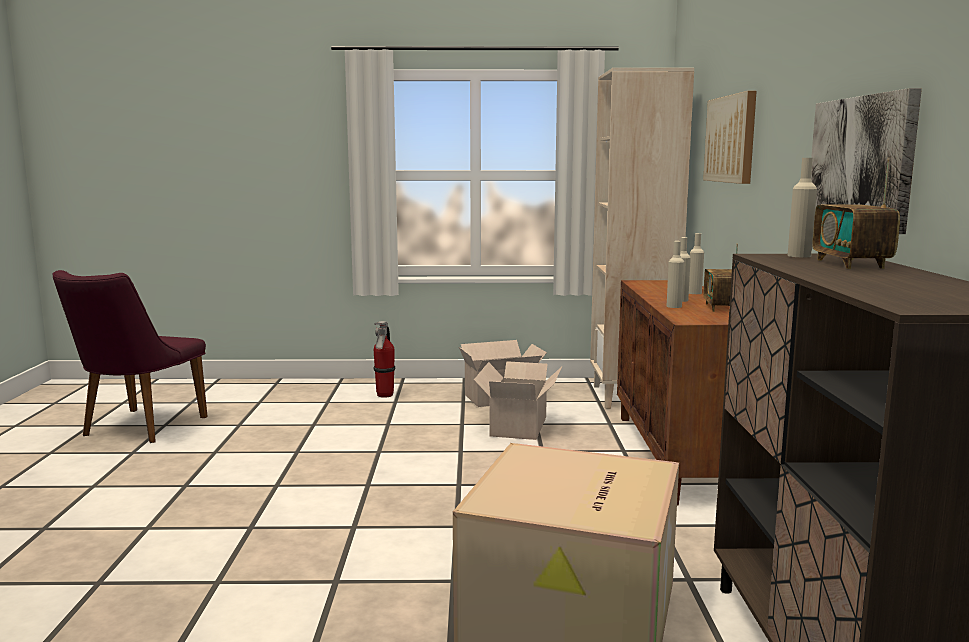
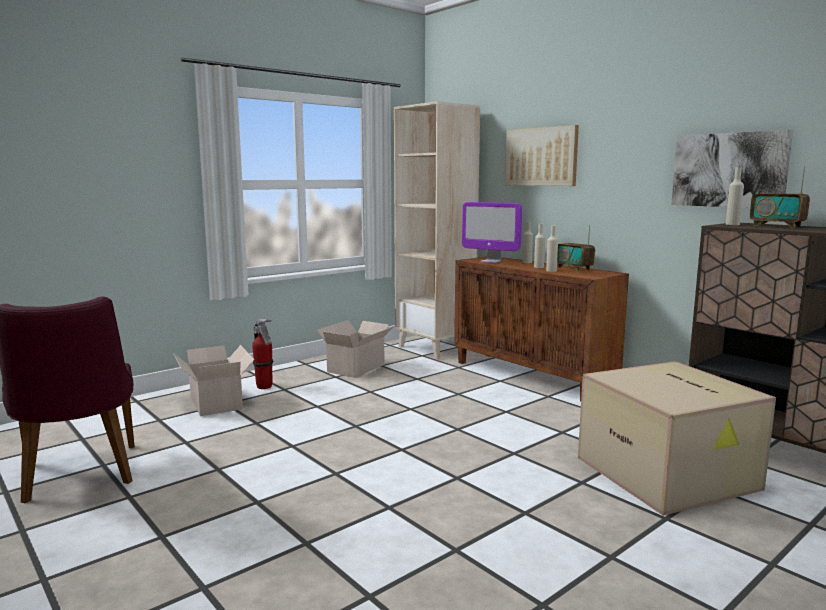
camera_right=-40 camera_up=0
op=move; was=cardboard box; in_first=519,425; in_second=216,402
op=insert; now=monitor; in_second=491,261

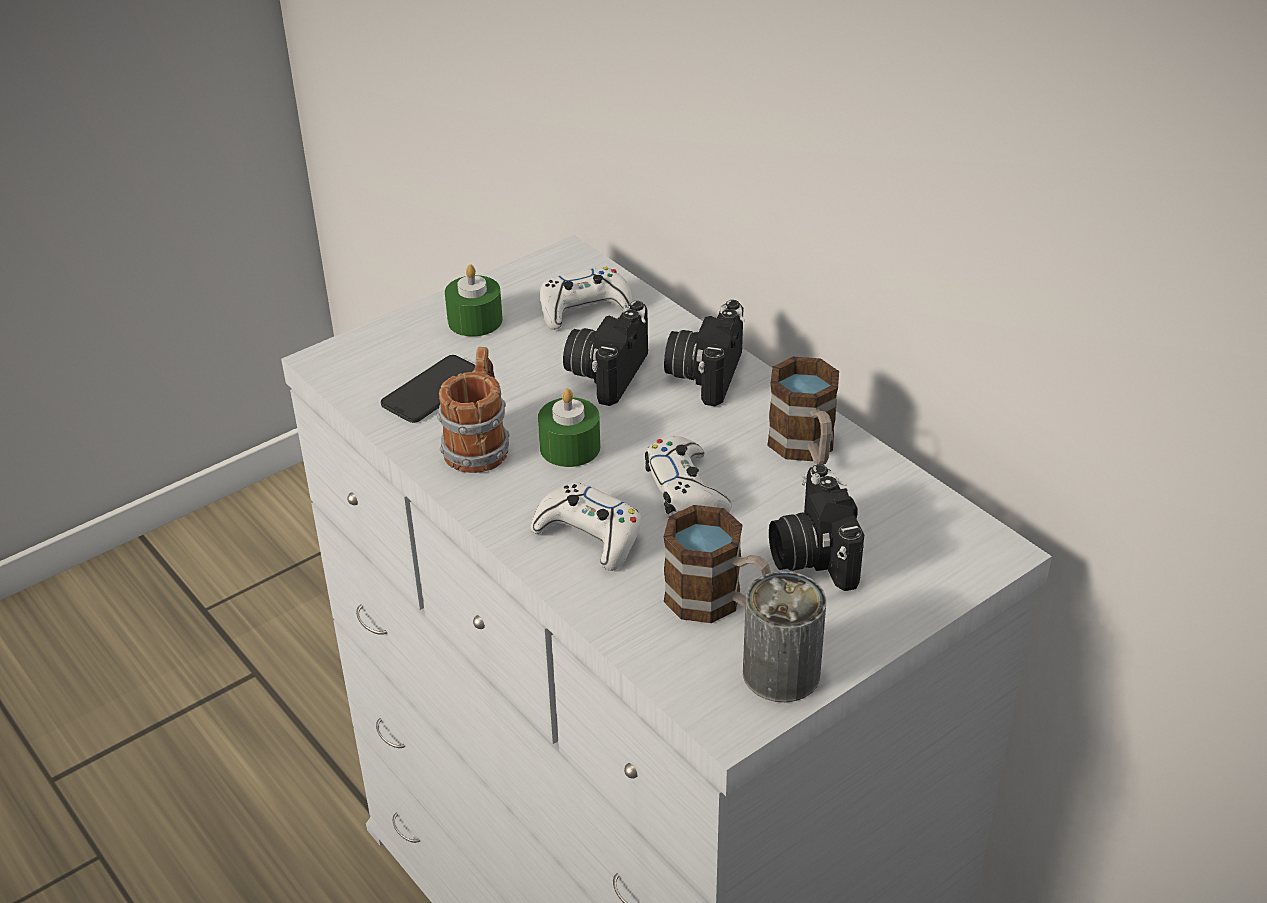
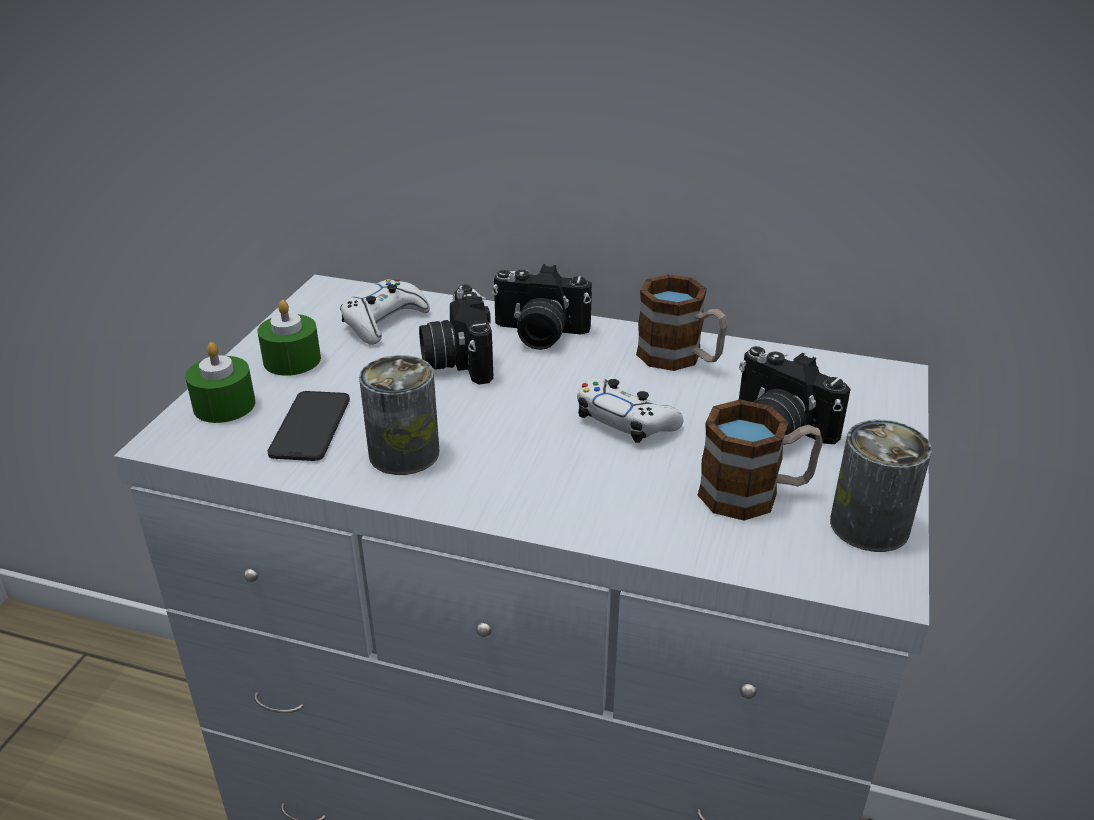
camera_right=-35 camera_up=-5
op=rotate; was=photo camera; in_first=704,373; in_second=539,334; clockwise=-60
op=replace; was=mug; now=can; in_first=479,443; in_second=404,453
op=move; was=green candle; in_first=570,447; in_second=224,405
op=delete; was=white game controller; in_first=589,536

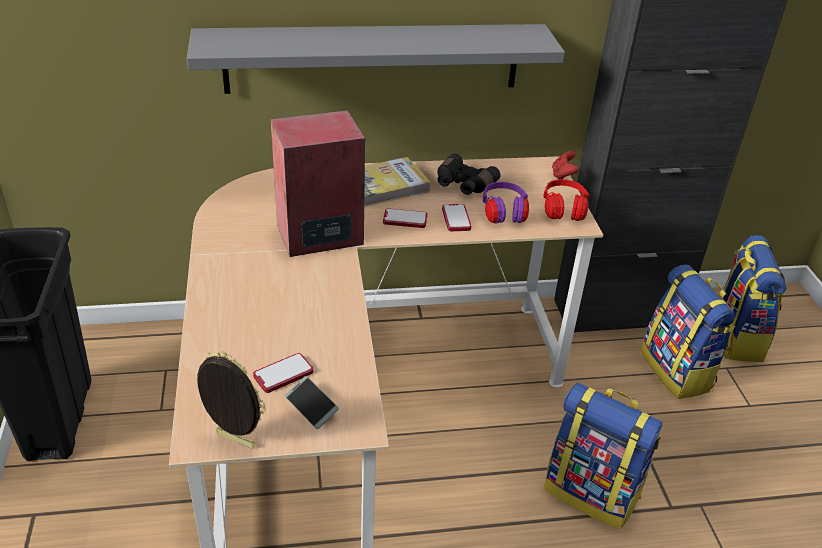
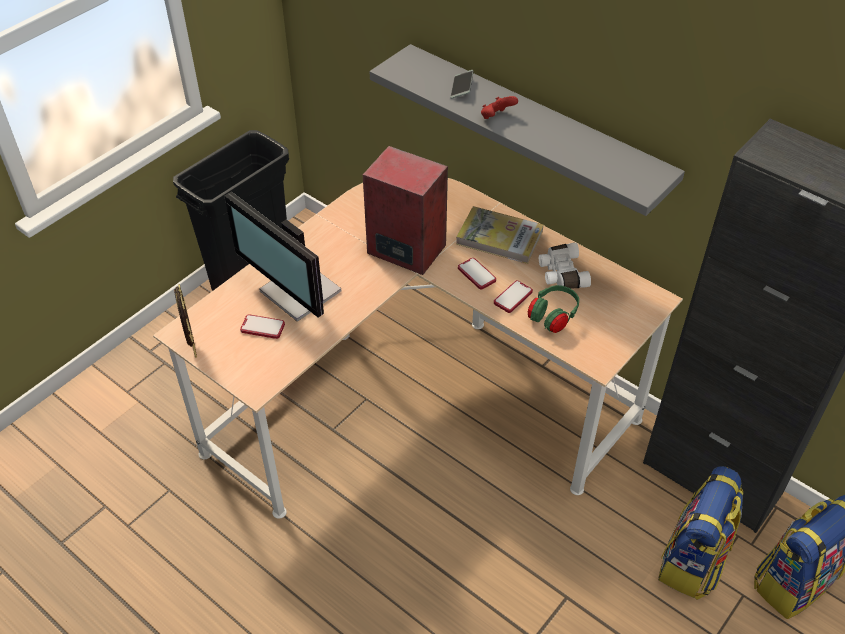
camera_right=50 camera_up=10
op=move; was=red game controller; in_first=563,175; in_second=496,117
op=recolor; was=black binoculars; now=white binoculars; in_first=463,184; in_second=561,273
op=delete; was=red headphones; in_first=563,212
op=recolor; was=purple headphones; now=green headphones; in_first=503,215; in_second=552,317
op=move; was=phone; in_first=311,406; in_second=461,88
op=delete; was=backpack; in_first=592,492
op=insert; now=monitor; in_second=298,293

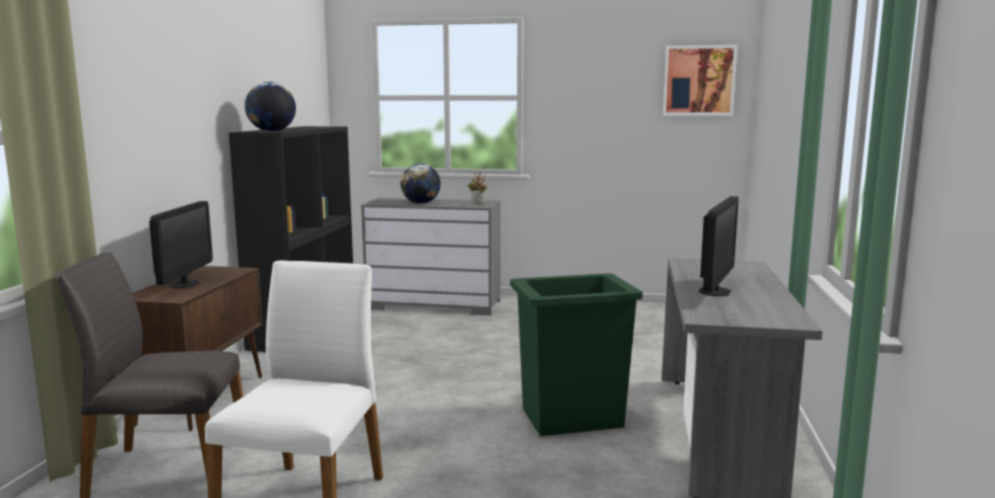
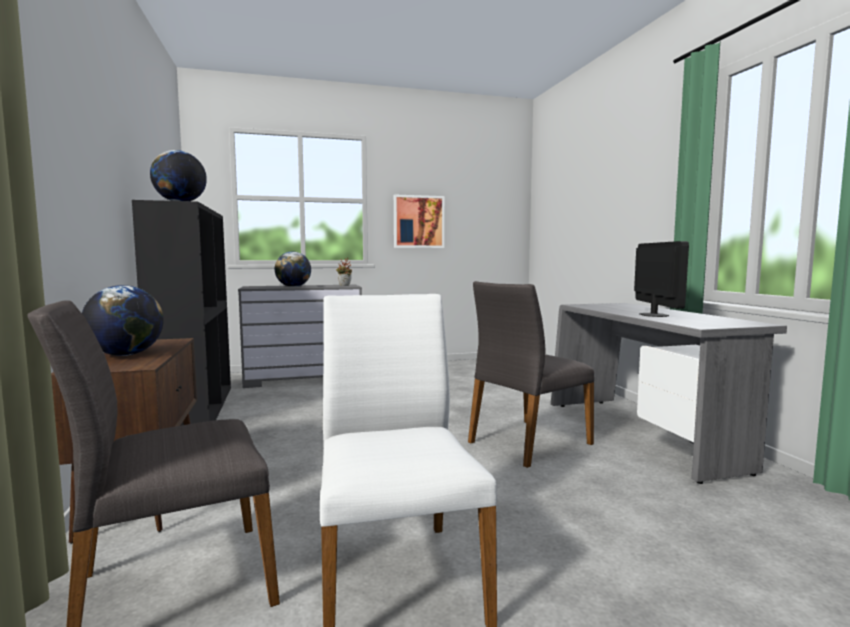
camera_right=-25 camera_up=-5
op=move; was=picture; in_first=699,80; in_second=418,222
op=replace; was=monitor; now=globe; in_first=184,284; in_second=125,355
op=replace; was=green trash can; now=grey chair; in_first=570,418; in_second=527,442

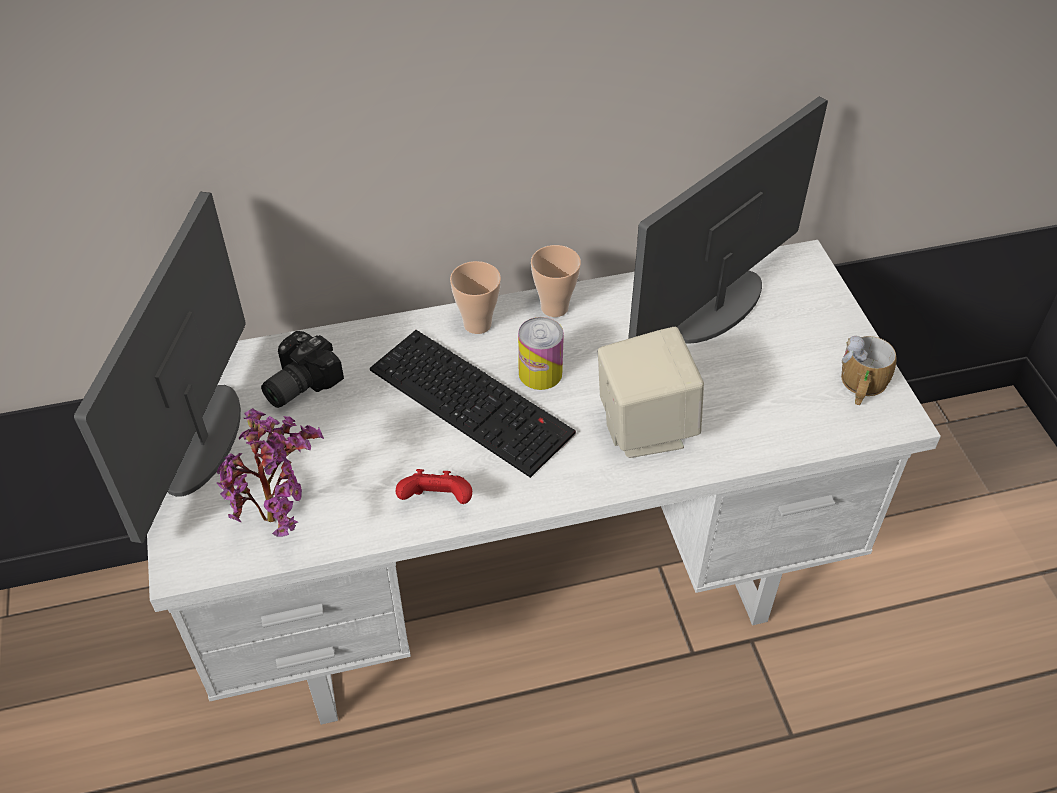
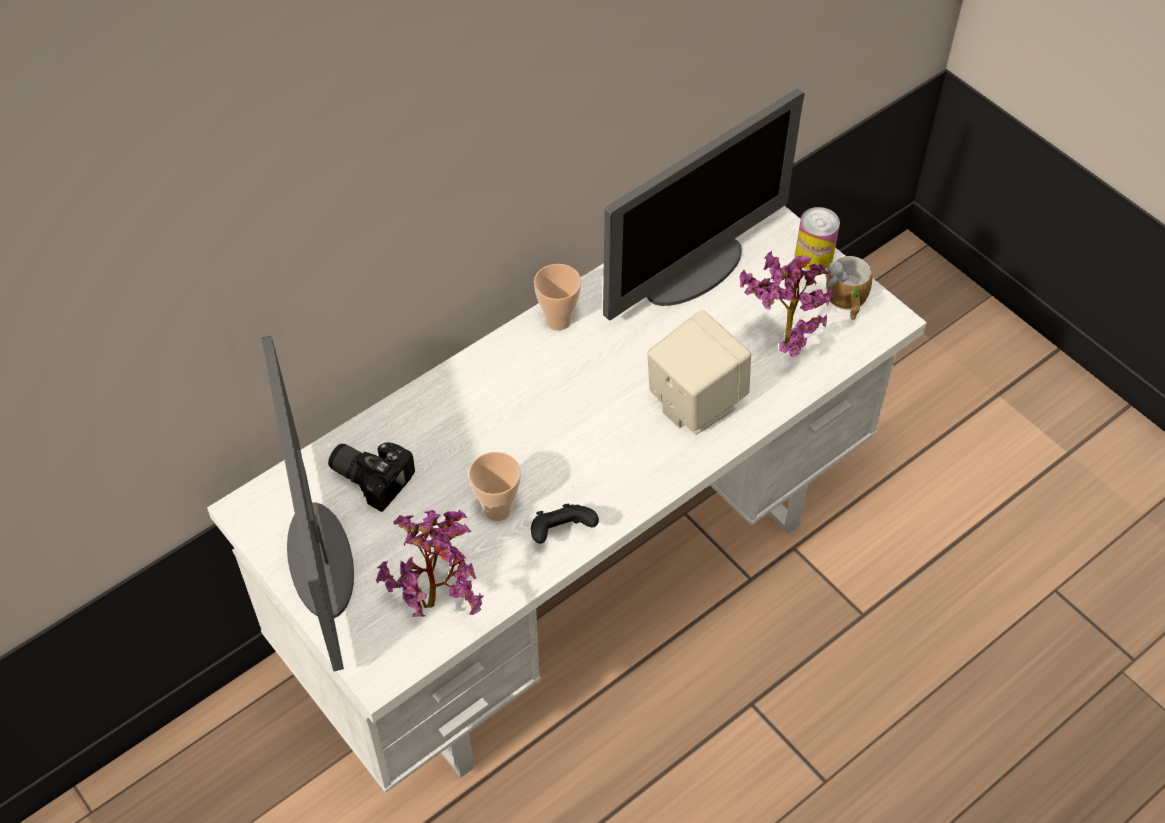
camera_right=-25 camera_up=5
op=rotate; was=monitor; in_first=715,308; in_second=695,271; clockwise=-150
op=move; was=cup; in_first=477,324; in_second=497,509
op=move; was=can; in_first=540,373; in_second=813,256
op=delete; was=keyboard; in_first=474,401
op=rotate; was=photo camera; in_first=297,383; in_second=372,476; clockwise=105
op=recolor; was=red game controller; now=black game controller; in_first=437,501; in_second=561,533
op=insert; now=potted plant; in_second=781,340

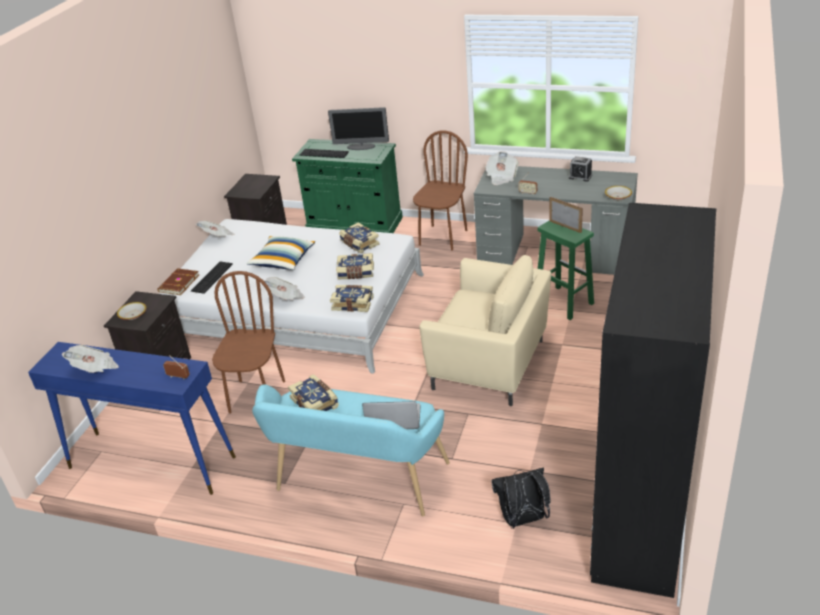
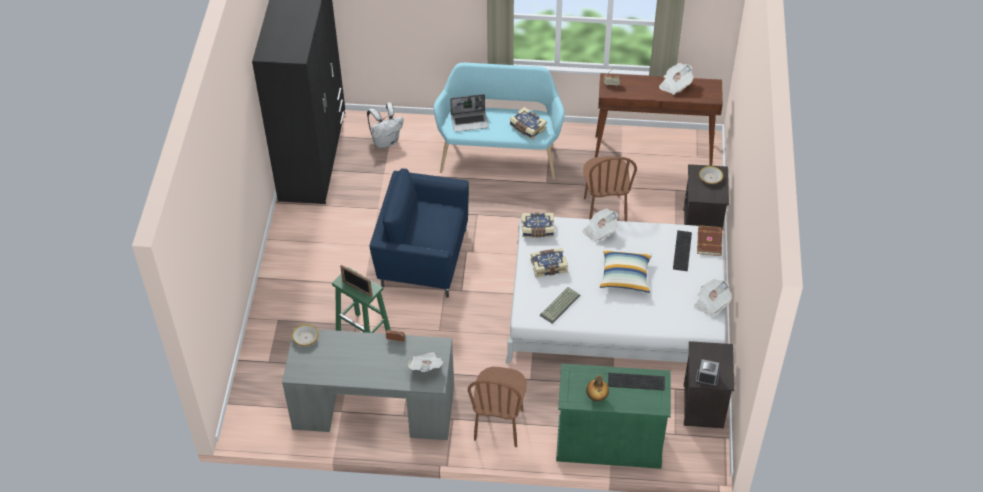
camera_right=165 camera_up=15
op=replace; was=monitor; now=bottle; in_first=361,147; in_second=596,397
op=move; was=alarm clock; in_first=580,177; in_second=707,378
op=replace; was=book; now=keyboard; in_first=359,244; in_second=560,306
op=recolor; was=beige armchair; now=blue armchair; in_first=490,365; in_second=422,257
op=recolor; was=blue console table; now=brown console table; in_first=150,462; in_second=653,152
op=recolor; was=black backpack; now=white backpack; in_first=522,520; in_second=386,141

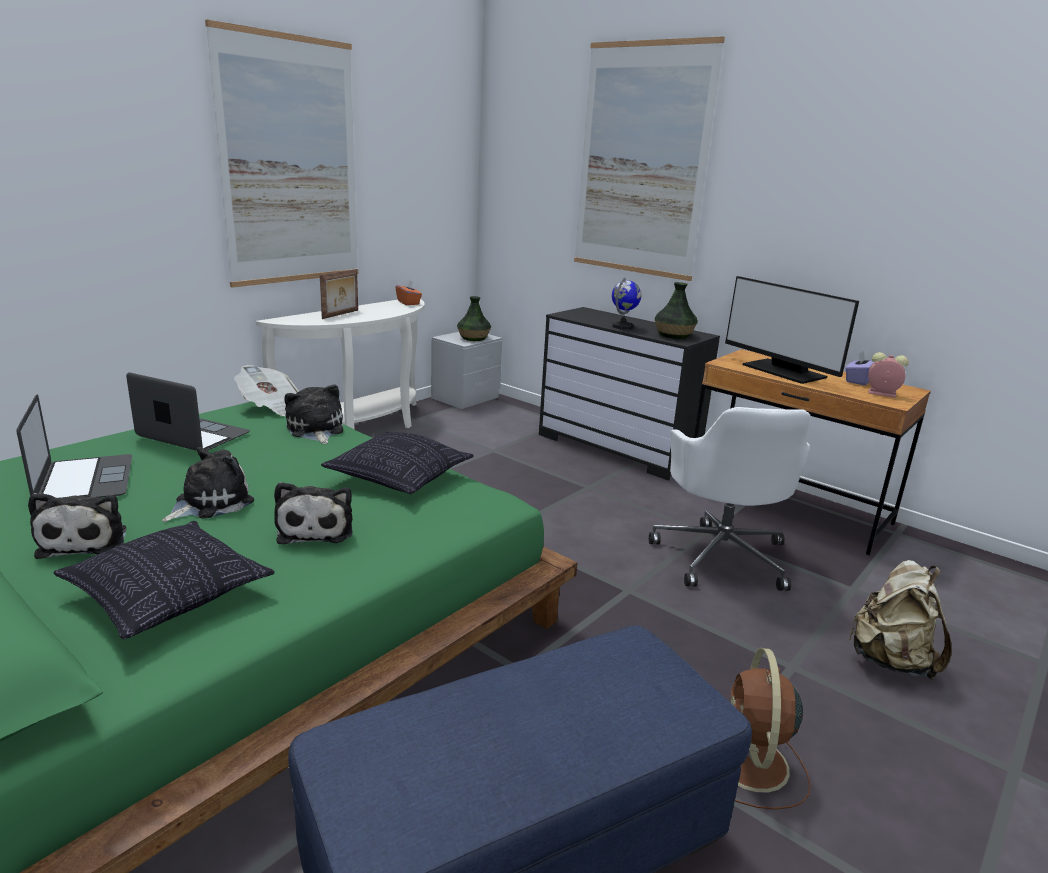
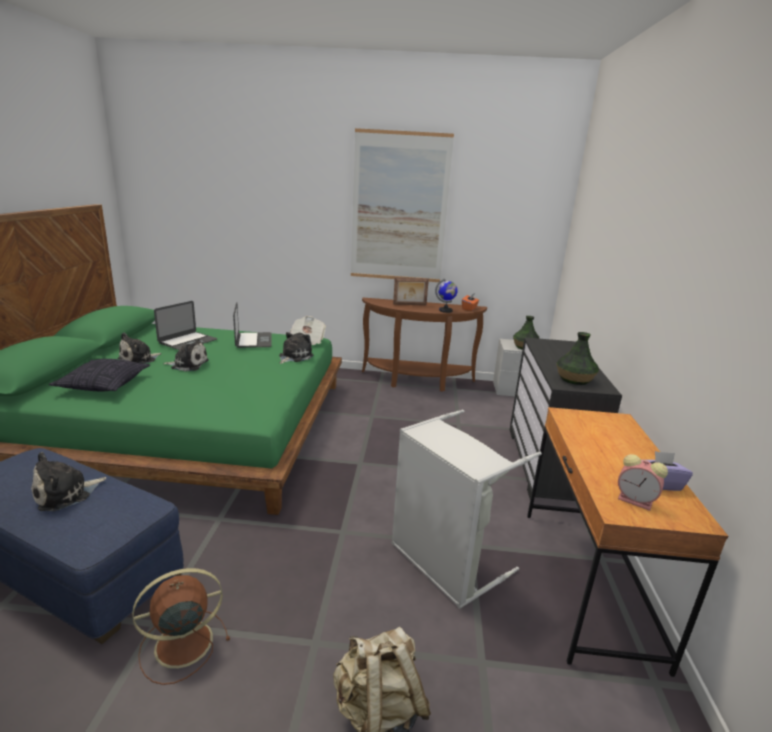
camera_right=55 camera_up=0
op=delete; was=picture; in_first=642,161
op=delete; was=monitor; in_first=783,371
op=move; was=globe; in_first=623,327; in_second=445,310
op=recolor; was=white console table; now=brown console table; in_first=362,429; in_second=417,382
op=rotate; was=alarm clock; in_first=880,393; in_second=636,501; clockwise=135
op=replace; was=white office chair; now=grey laundry basket; in_first=721,555; in_second=443,563
op=delete; was=pillow; in_first=398,478
op=move; was=plush toy; in_first=316,529; in_second=66,494

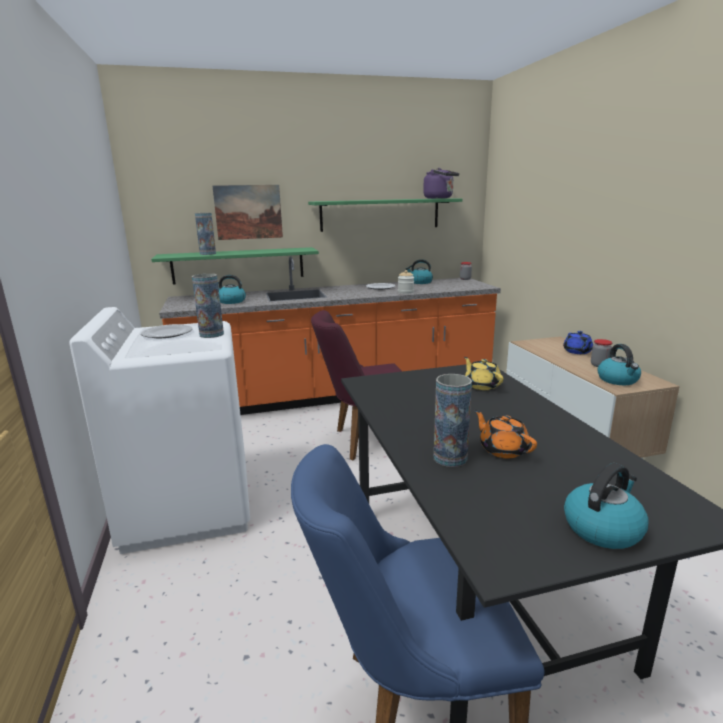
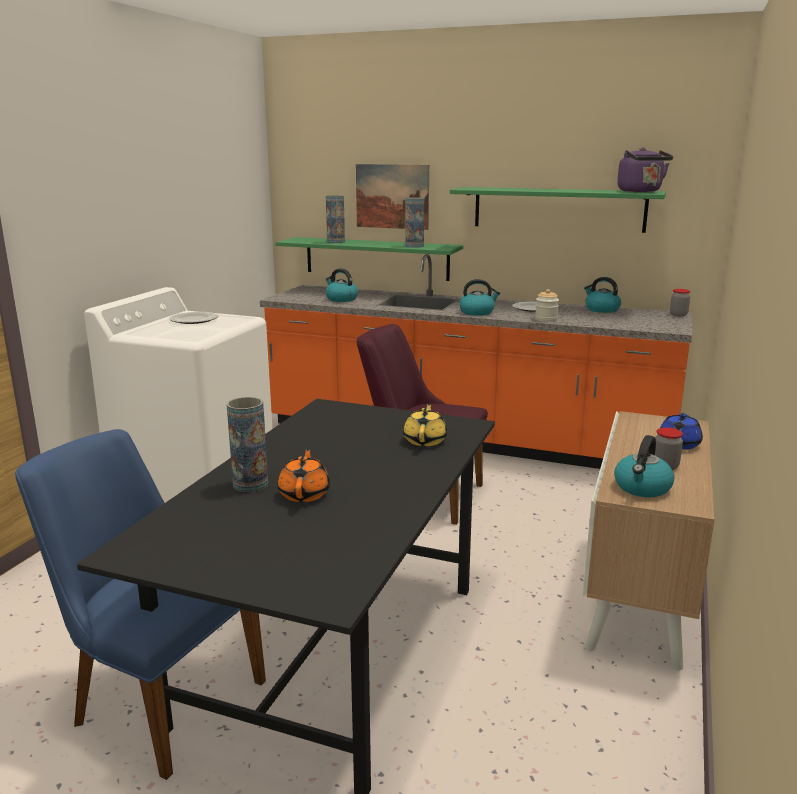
camera_right=35 camera_up=0
op=move; was=vase; in_first=211,334; in_second=414,246
op=move; was=kettle; in_first=602,528; in_second=477,312

